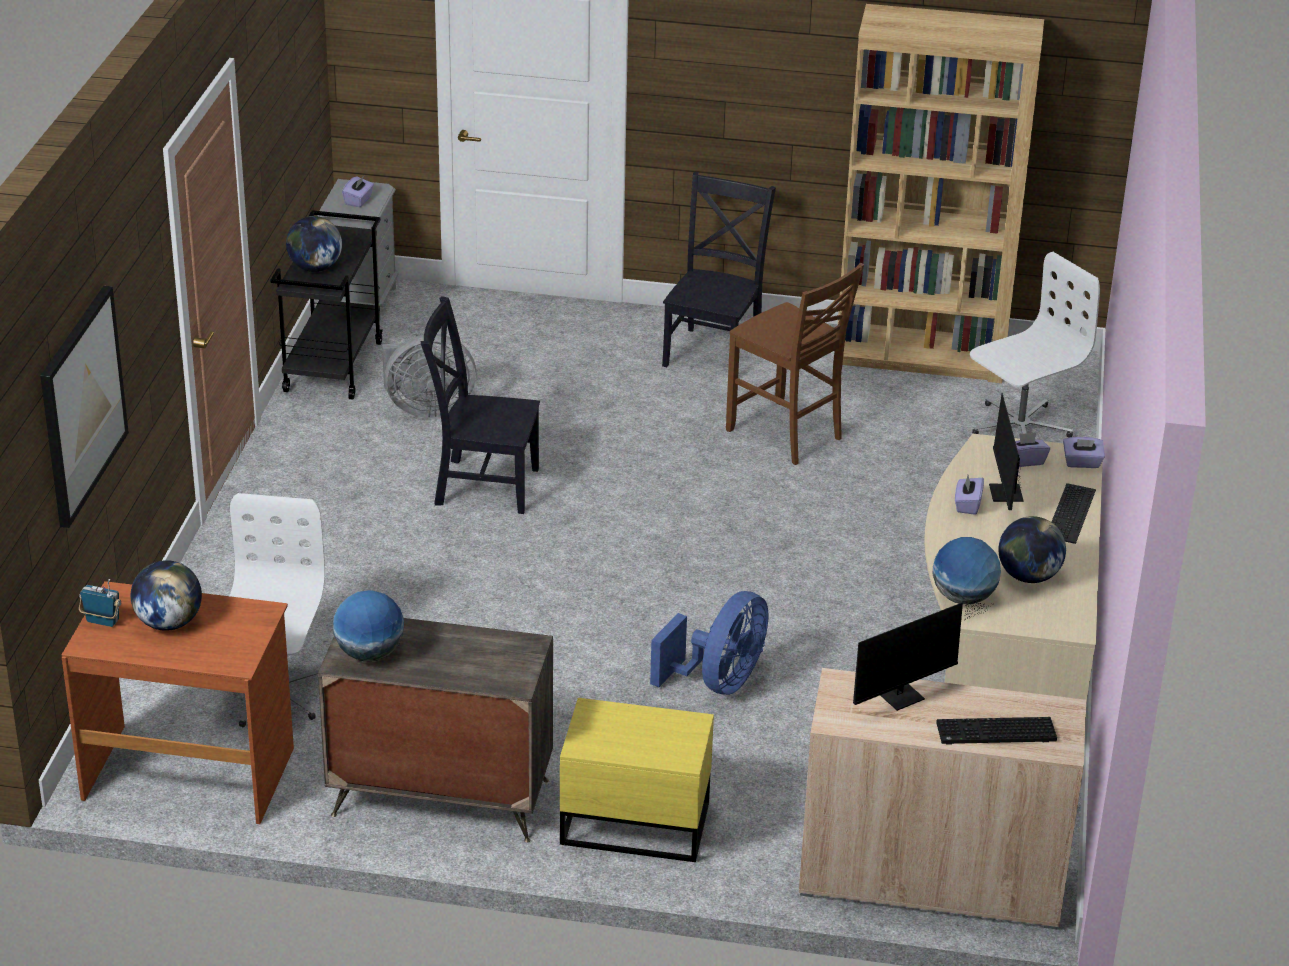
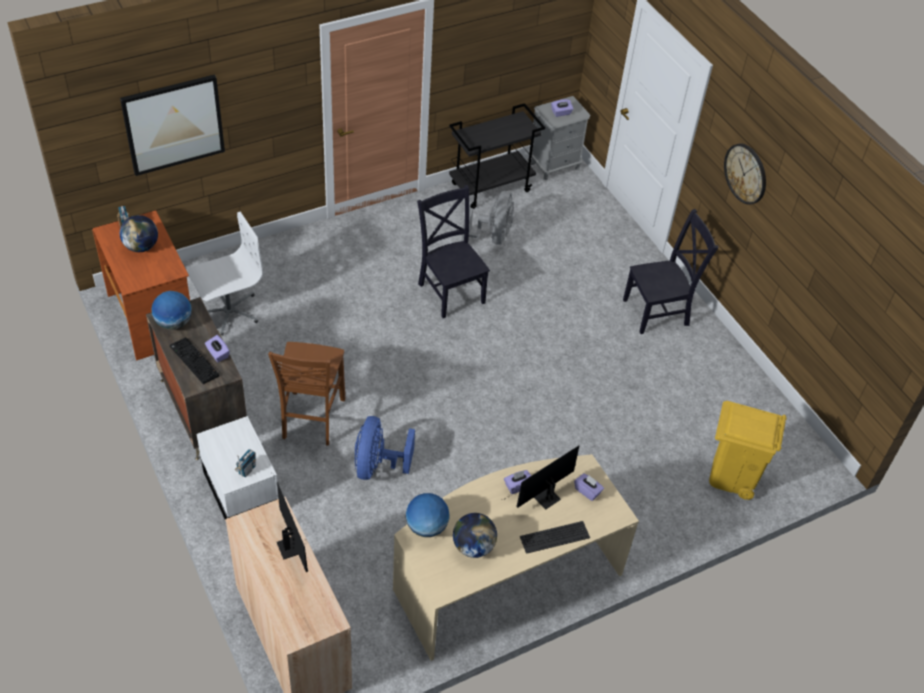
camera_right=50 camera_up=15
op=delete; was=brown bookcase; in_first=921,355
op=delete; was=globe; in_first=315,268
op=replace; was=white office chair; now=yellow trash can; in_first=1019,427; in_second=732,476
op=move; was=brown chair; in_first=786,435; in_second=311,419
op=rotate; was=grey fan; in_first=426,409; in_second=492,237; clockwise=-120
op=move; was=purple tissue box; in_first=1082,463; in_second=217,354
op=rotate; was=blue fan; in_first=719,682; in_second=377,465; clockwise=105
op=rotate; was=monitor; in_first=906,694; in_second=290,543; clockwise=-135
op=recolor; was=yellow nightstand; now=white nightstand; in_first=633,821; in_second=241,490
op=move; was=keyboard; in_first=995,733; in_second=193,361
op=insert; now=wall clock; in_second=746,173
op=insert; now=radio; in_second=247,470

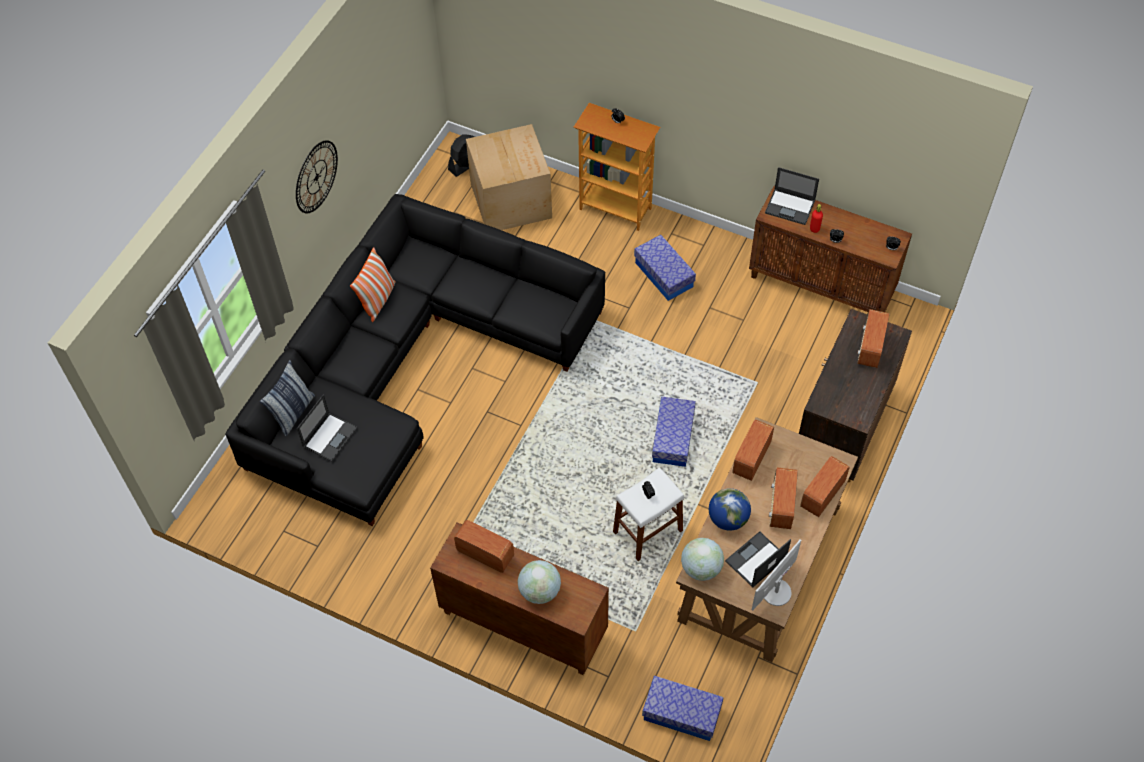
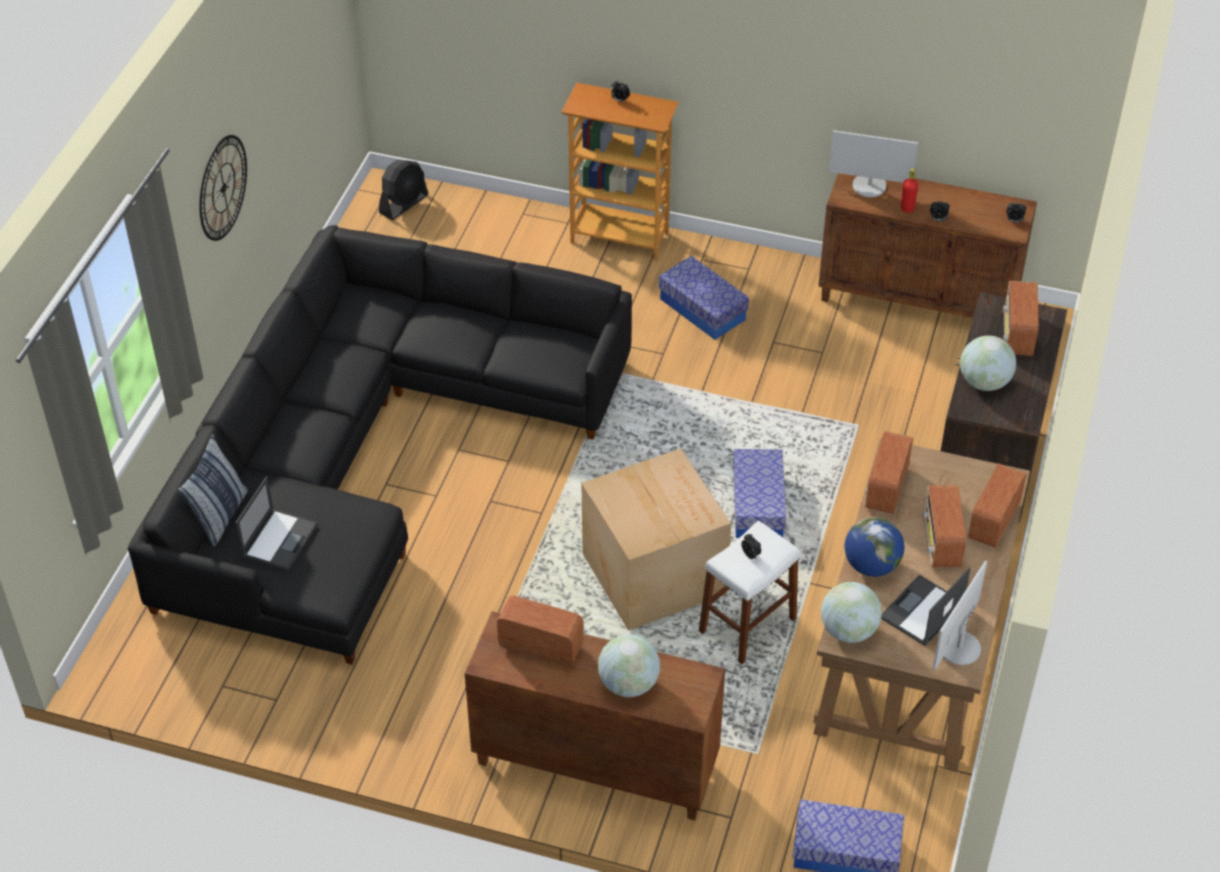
camera_right=-10 camera_up=-10
op=move; was=cardboard box; in_first=511,199; in_second=654,572
op=replace; was=laptop; now=monitor; in_first=790,207; in_second=869,186
op=delete; was=pillow; in_first=378,300
op=insert; now=globe; in_second=984,382

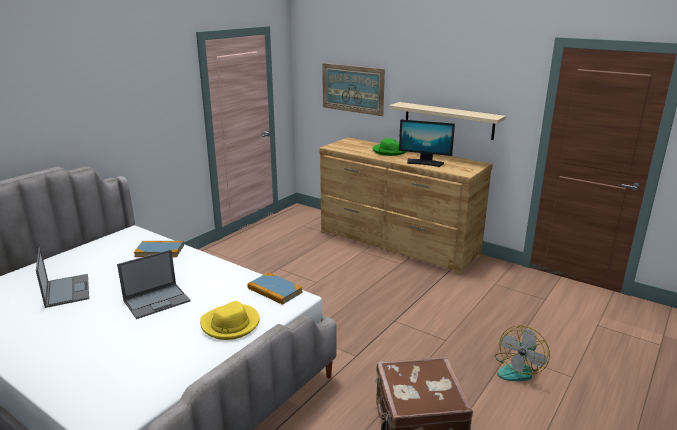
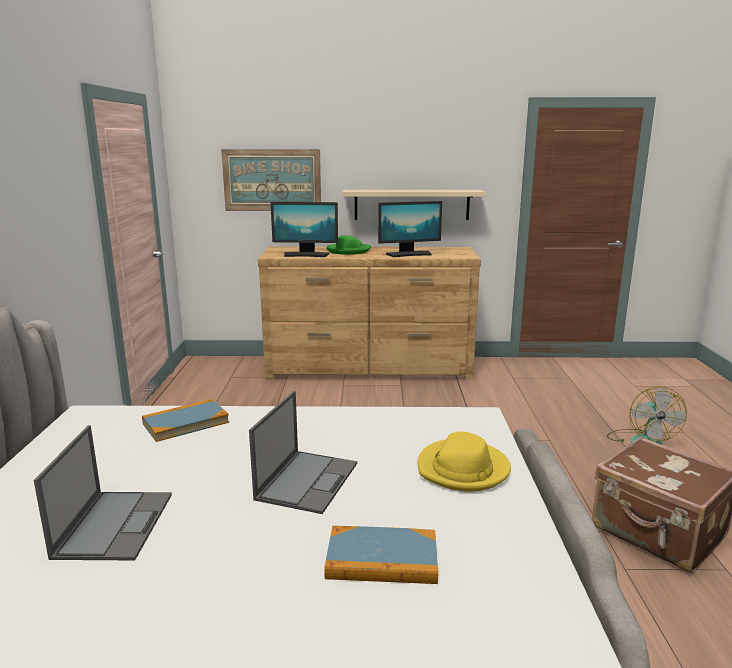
camera_right=-35 camera_up=-5
op=rotate; was=laptop; in_first=67,290; in_second=115,524; clockwise=60
op=move; was=book; in_first=275,290; in_second=382,560
op=insert; now=monitor; in_second=305,255

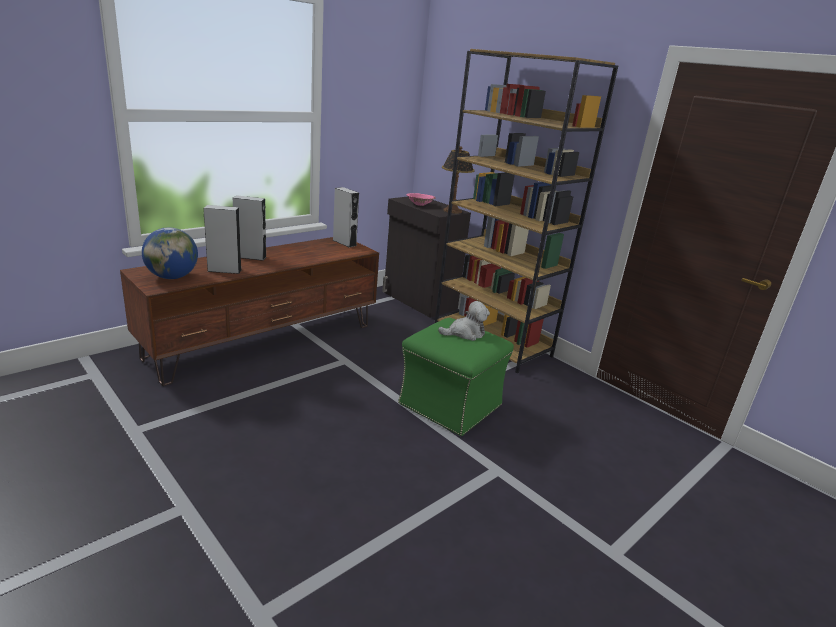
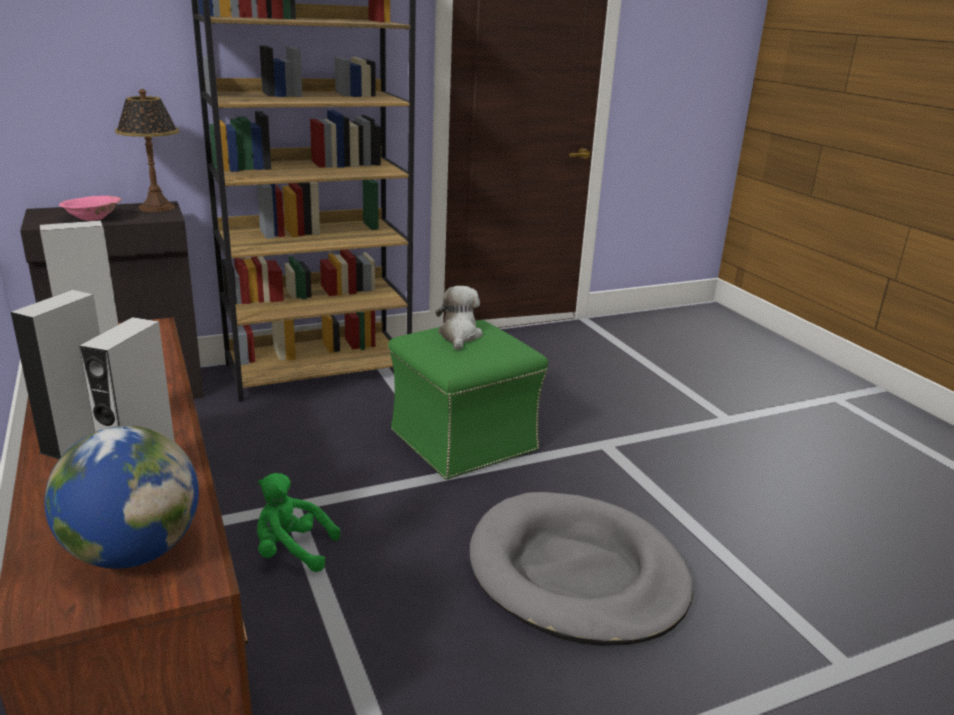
camera_right=-70 camera_up=0
op=insert; now=green plush toy; in_second=292,551
op=insert; now=grey dog bed; in_second=577,574

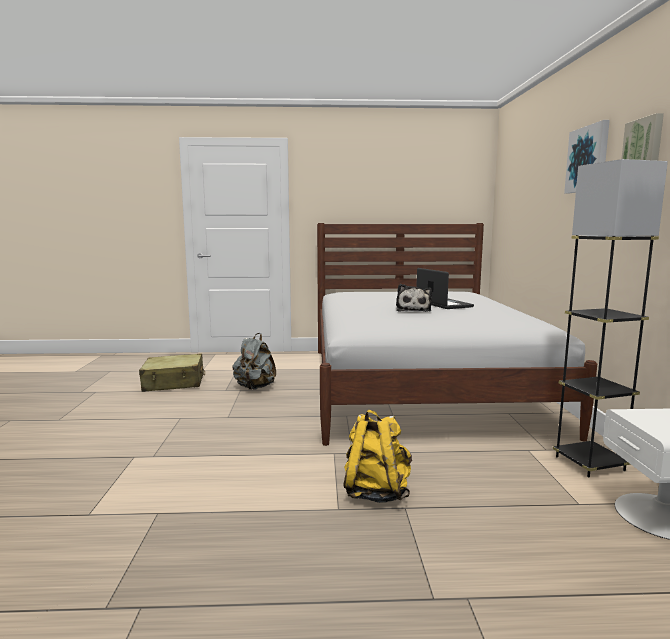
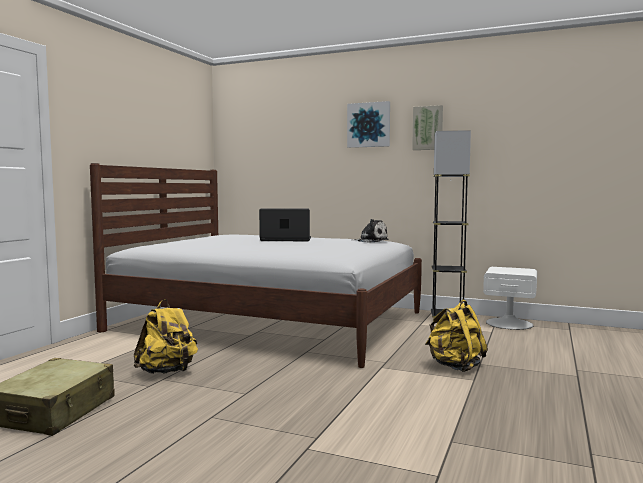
camera_right=-65 camera_up=-5
op=move; was=plush toy; in_first=413,310; in_second=371,241
op=recolor; was=grey backpack; now=yellow backpack; in_first=255,387; in_second=167,372

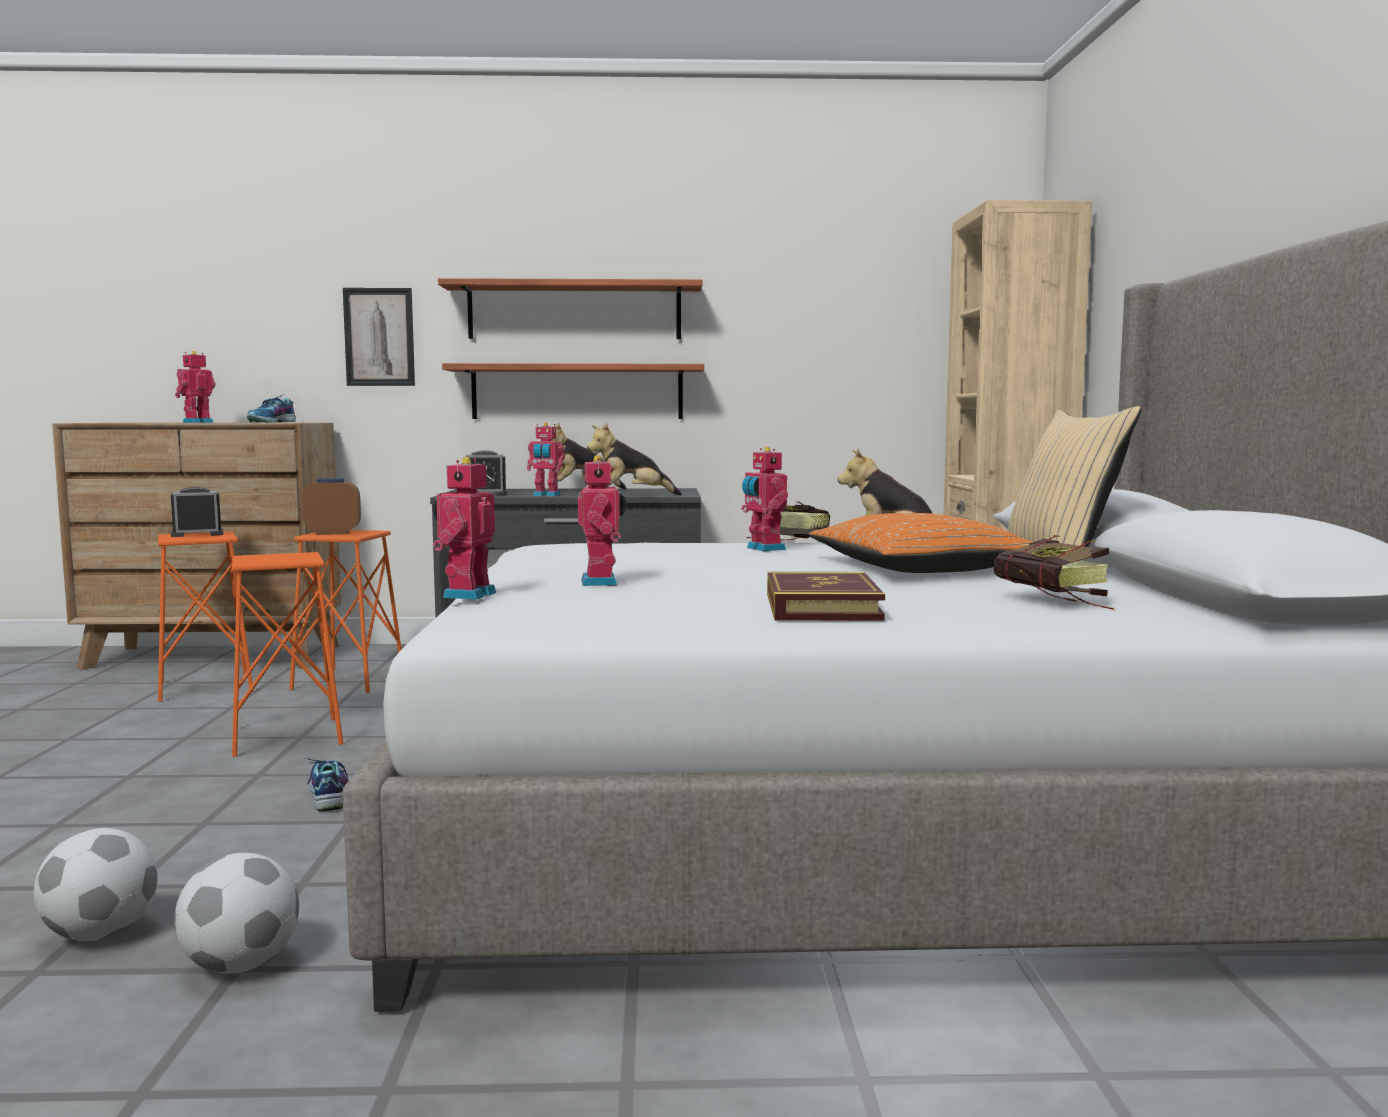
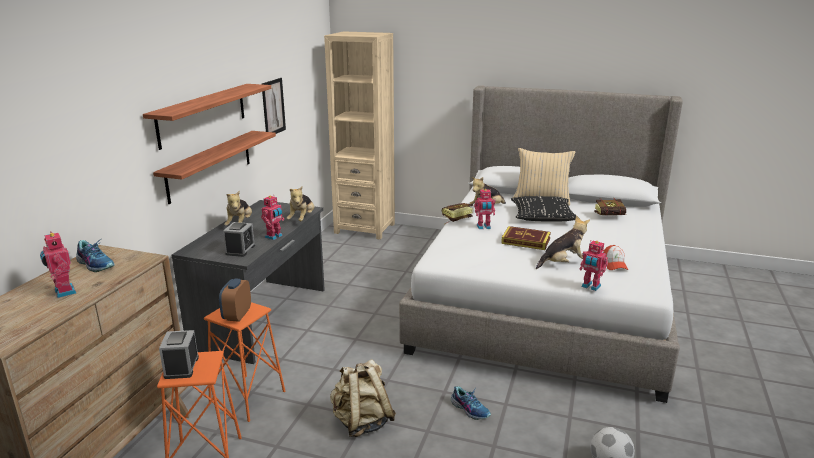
camera_right=-70 camera_up=15
op=move; was=picture; in_first=379,337; in_second=273,107
op=replace; was=toy robot; now=plush toy; in_first=602,582; in_second=562,263
op=recolor; was=orange pillow; now=black pillow; in_first=920,568; in_second=542,216
op=replace; was=orange stool; now=beige backpack; in_first=286,736; in_second=362,422
op=move; was=book; in_first=821,606; in_second=525,241
op=rotate; was=shoe; in_first=328,796; in_second=470,409; clockwise=-135
op=delete; was=football; in_first=241,966
op=insert; now=cap; in_second=614,265

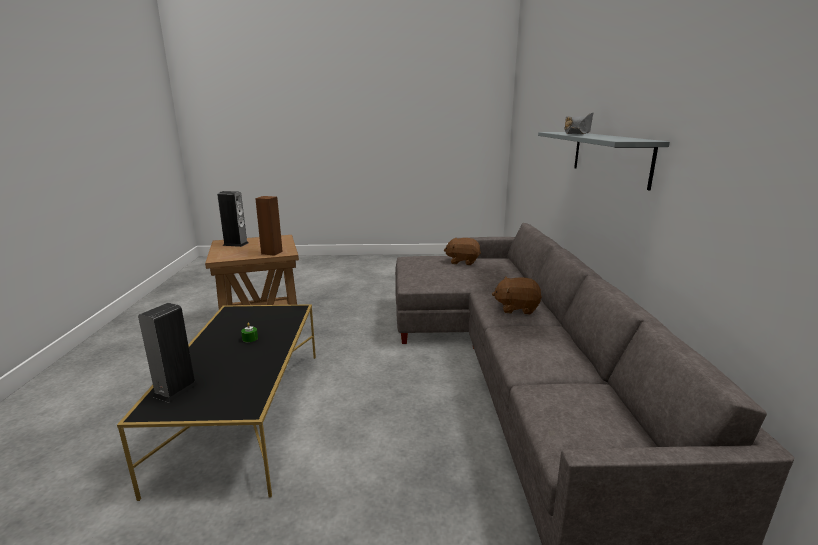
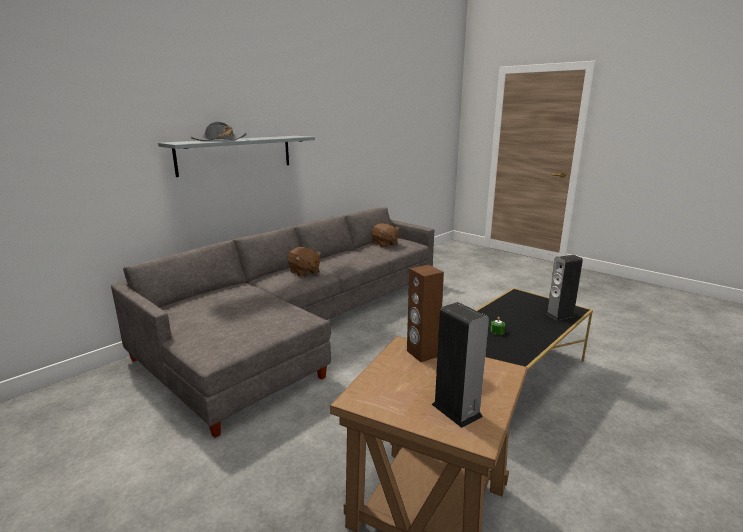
camera_right=-135 camera_up=0
op=move; was=brown plush toy; in_first=462,261; in_second=384,244

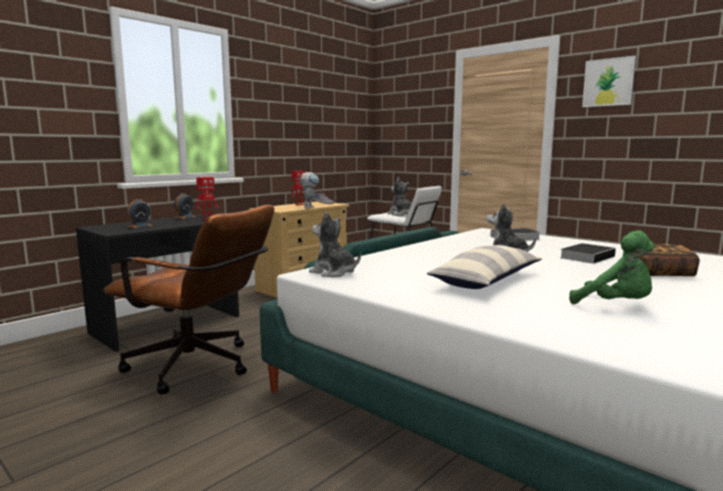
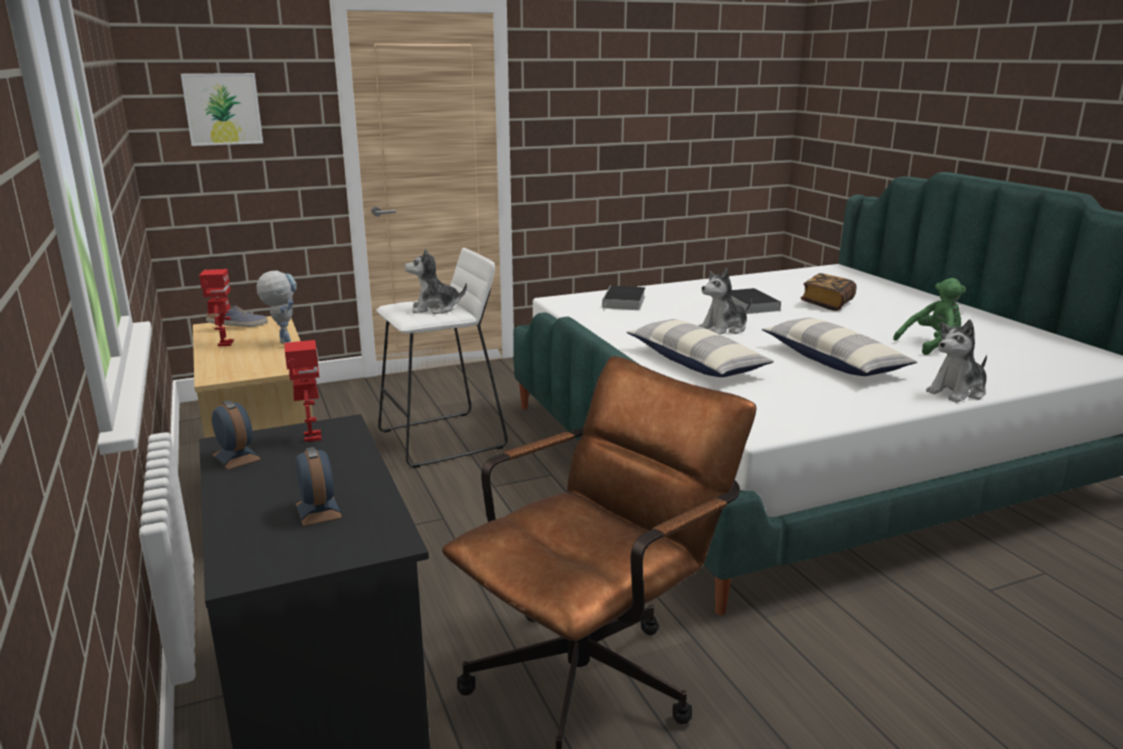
camera_right=-65 camera_up=10
op=move; was=picture; in_first=608,82; in_second=222,109
op=move; was=plush toy; in_first=334,273; in_second=957,392
op=insert; now=pillow; in_second=696,362

